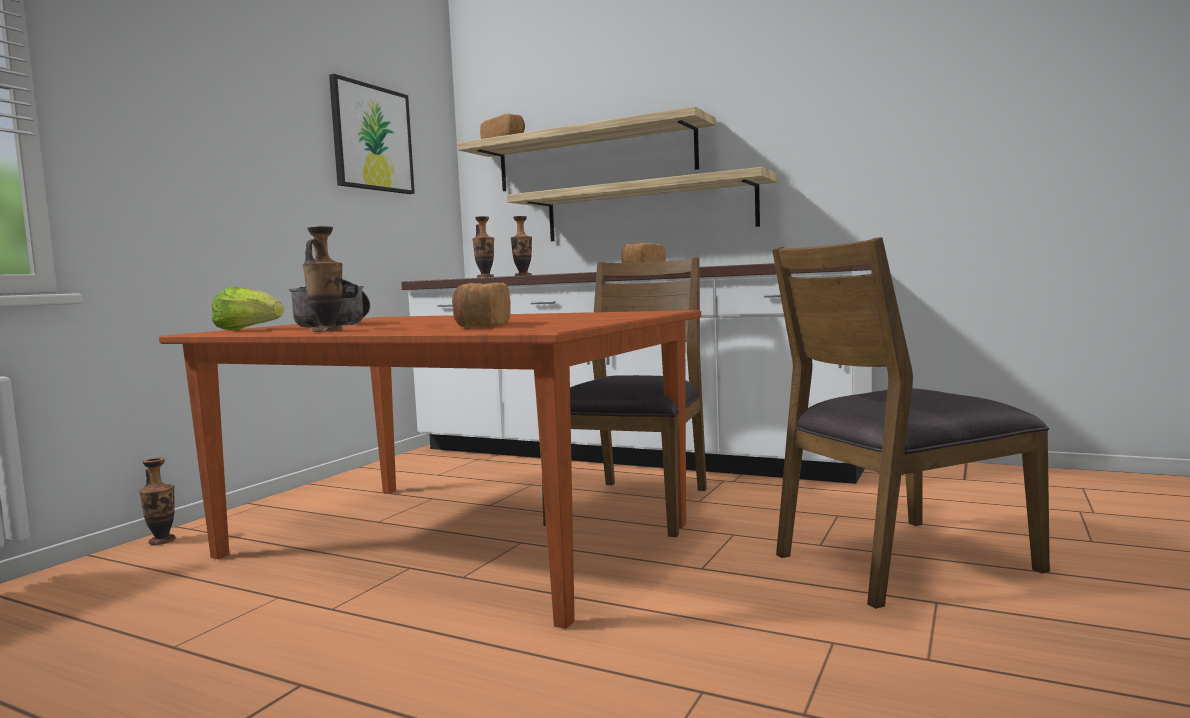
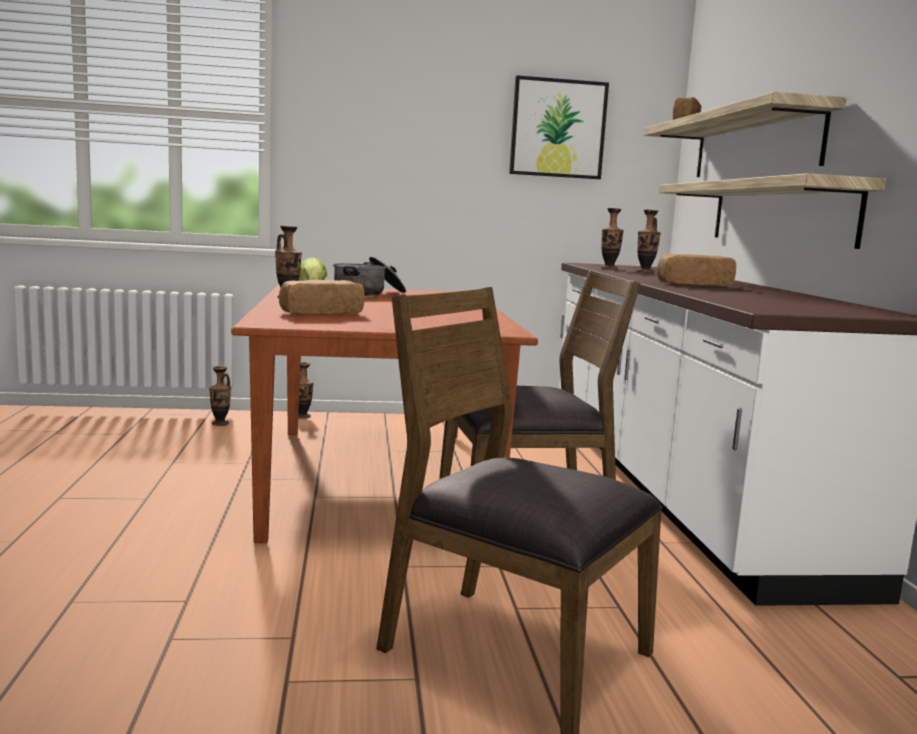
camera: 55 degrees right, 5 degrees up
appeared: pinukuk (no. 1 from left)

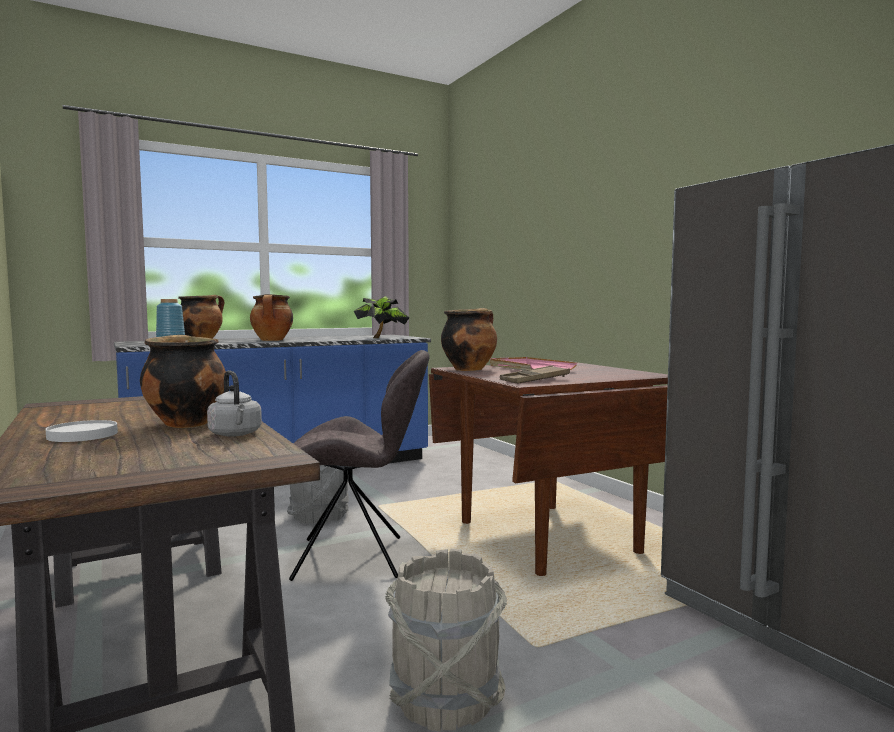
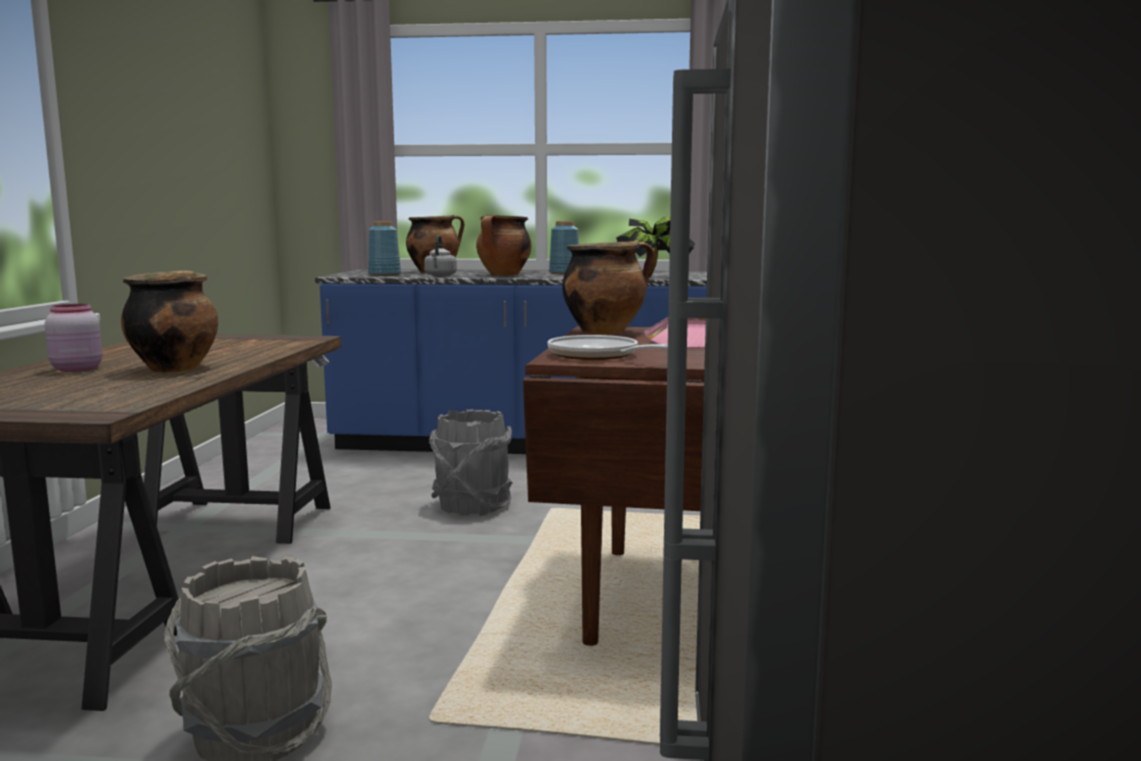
camera: 35 degrees right, 5 degrees up
missing: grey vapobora
appeared: blue pinukuk (no. 2 from left)
relocated: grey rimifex
exchanged: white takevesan to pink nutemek; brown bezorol to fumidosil

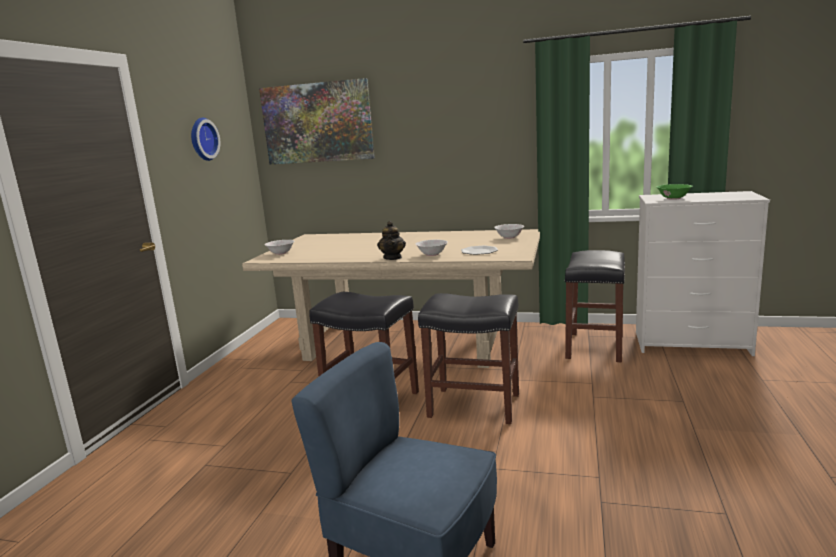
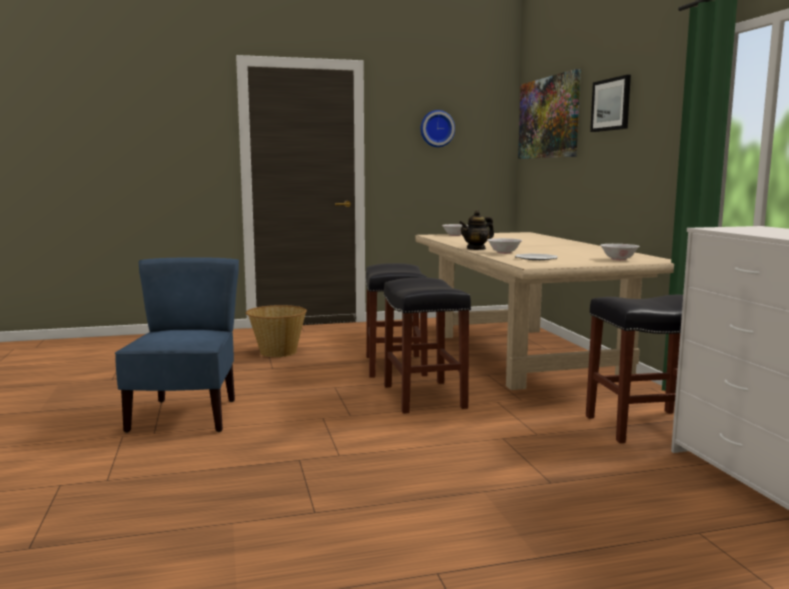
camera: 60 degrees right, 5 degrees down
missing: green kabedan
appeared: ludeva; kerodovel (no. 2 from left)

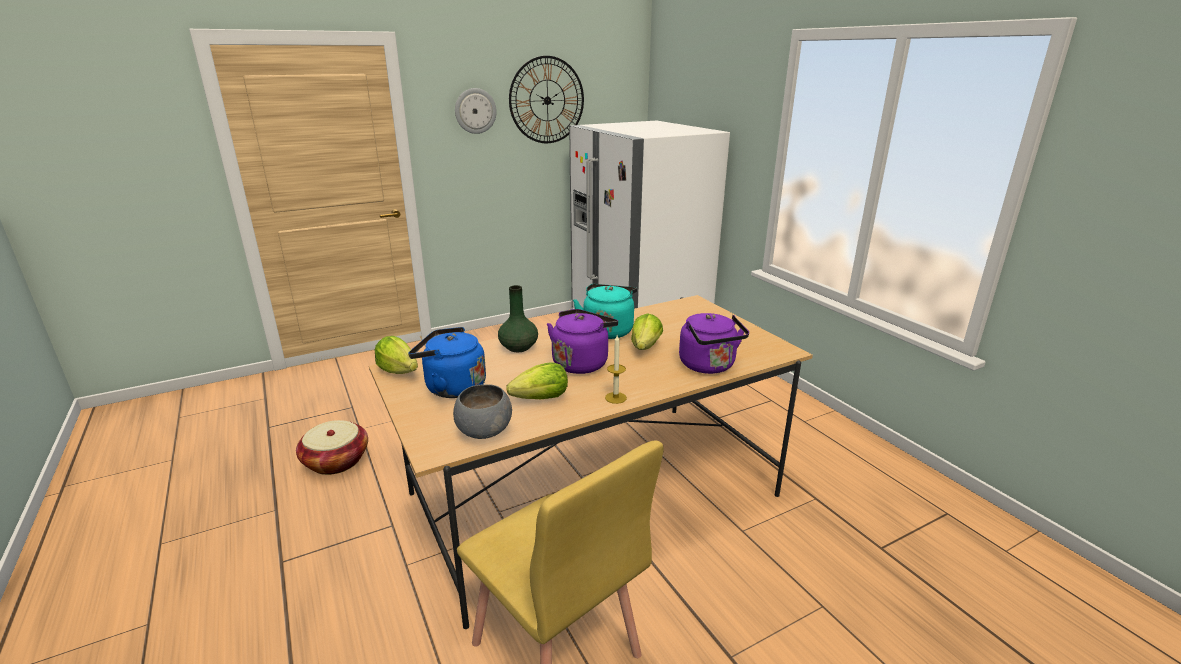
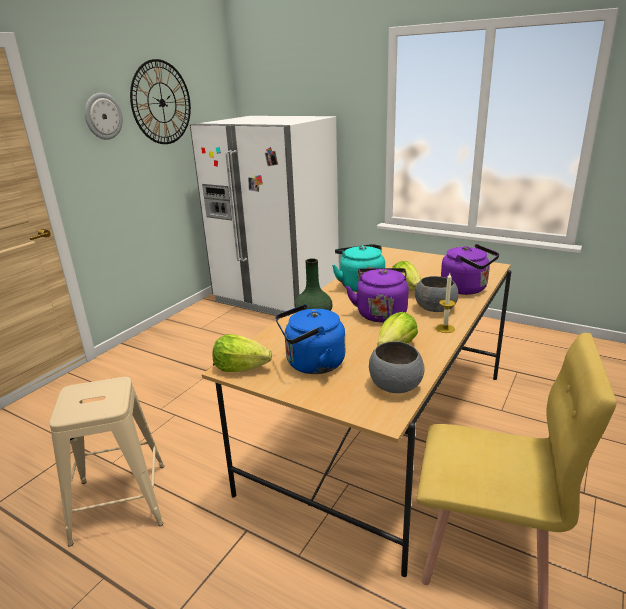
camera: 30 degrees left, 0 degrees up
appeared: grey kabedan (no. 2 from left)
exchanged: ludeva to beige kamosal

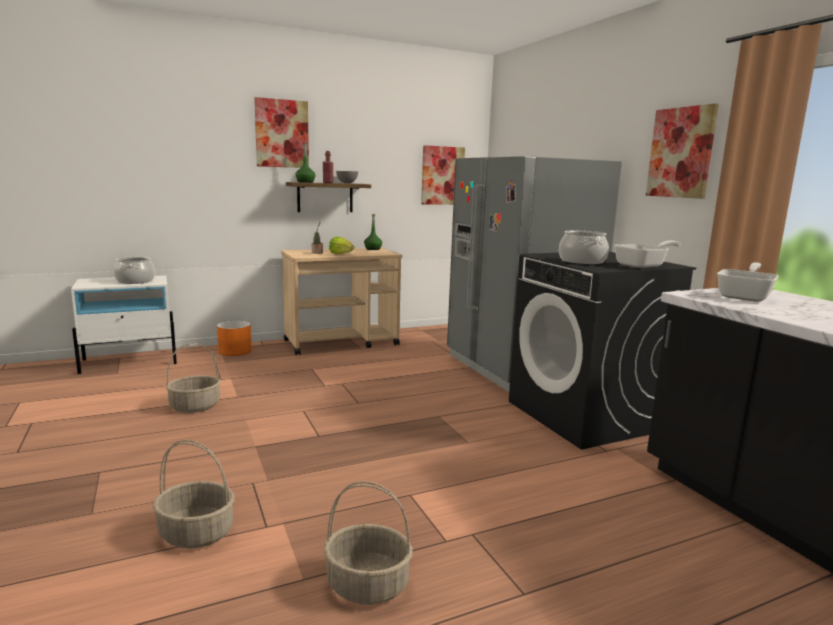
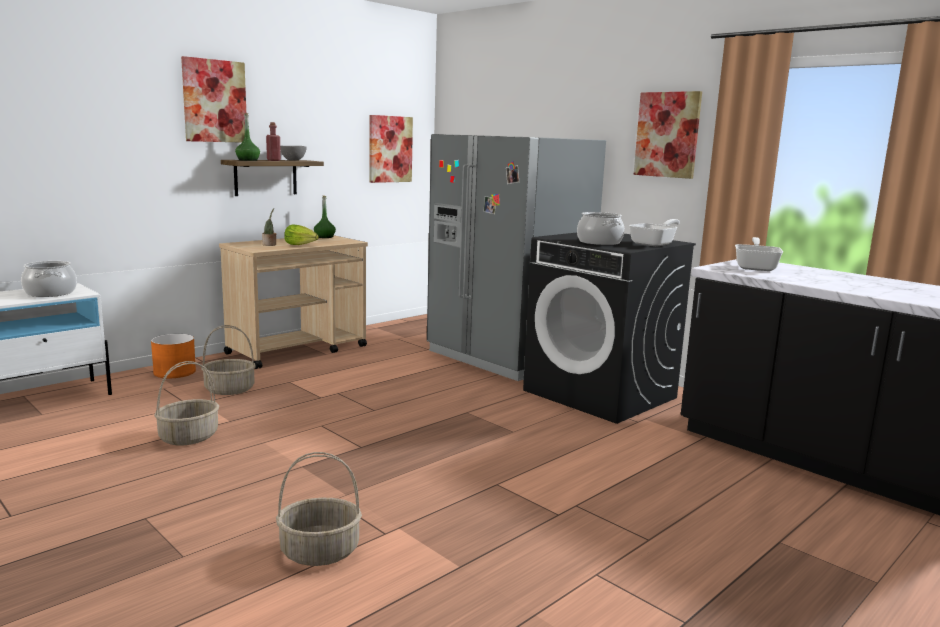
camera: 20 degrees left, 0 degrees up
relocated: ludeva (no. 3 from left in the first image) to ludeva (no. 2 from left)

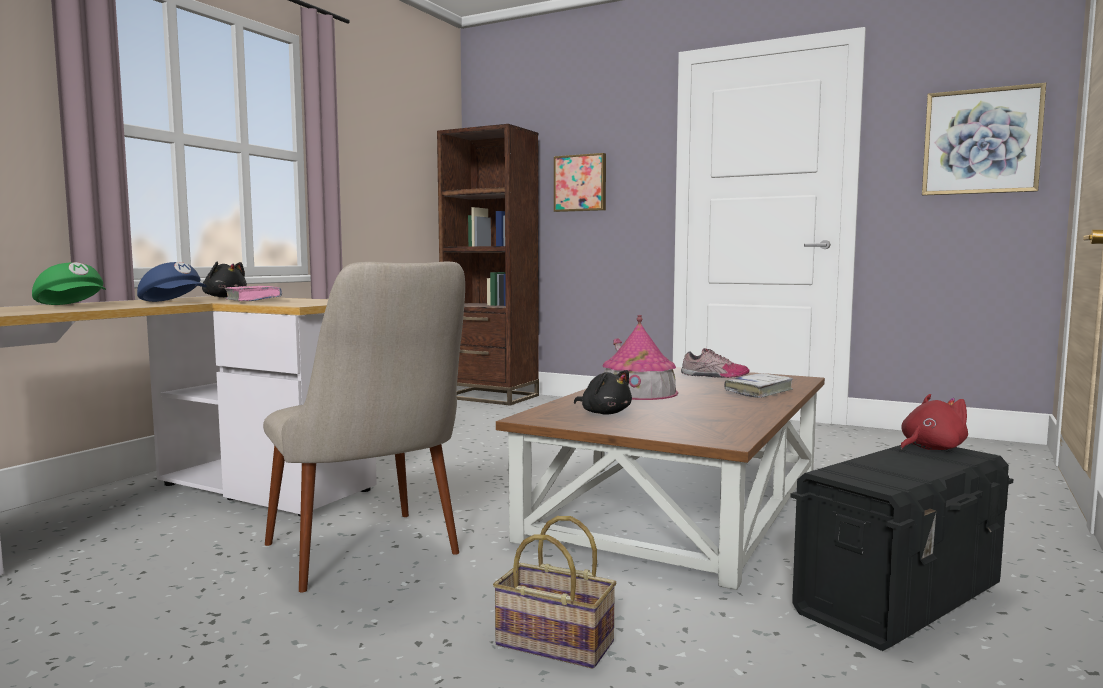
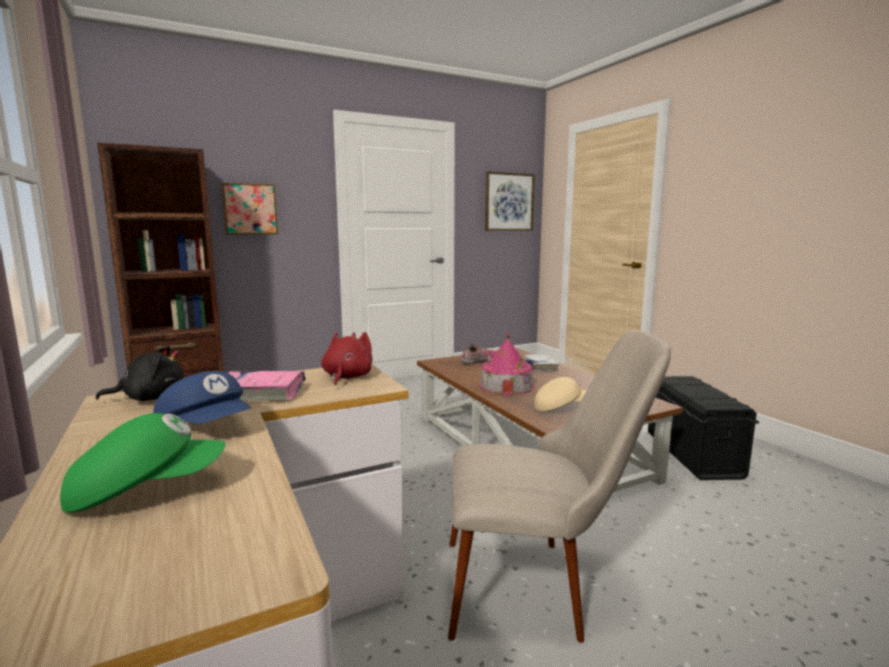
camera: 55 degrees left, 5 degrees up
missing: ludeva
relocated: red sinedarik
exchanged: black sinedarik (no. 2 from left) to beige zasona
spun: blue zasona 60 degrees clockwise

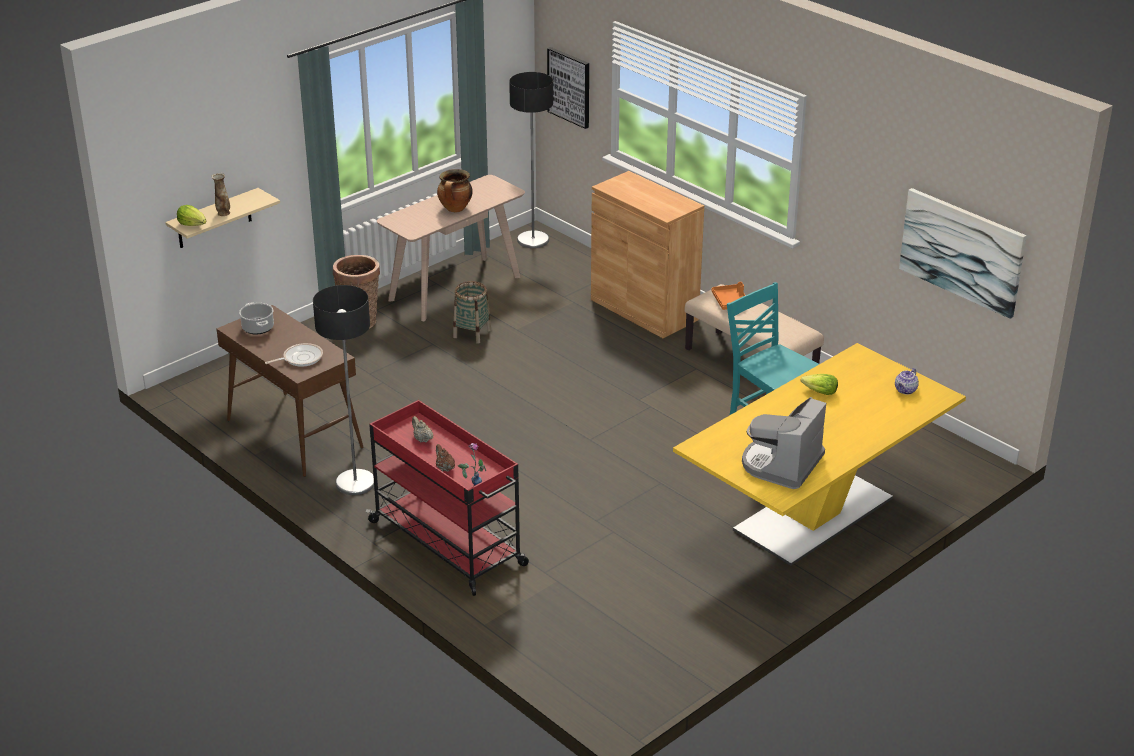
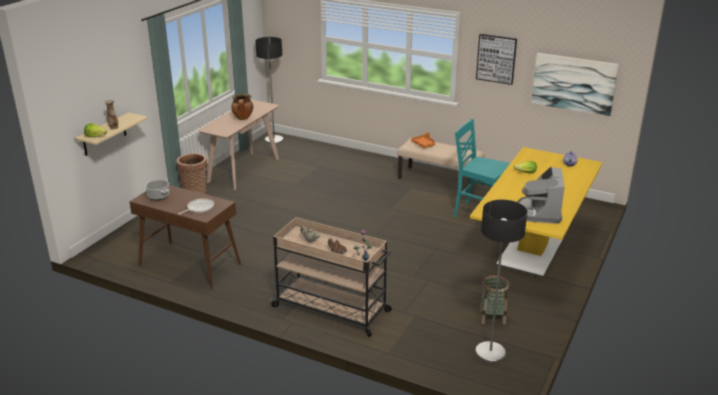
camera: 20 degrees left, 5 degrees down
missing: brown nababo
relocated: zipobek (no. 1 from left in the first image) to zipobek (no. 2 from left); kerodovel (no. 1 from left); ludeva (no. 2 from left)
colour: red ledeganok to beige ledeganok

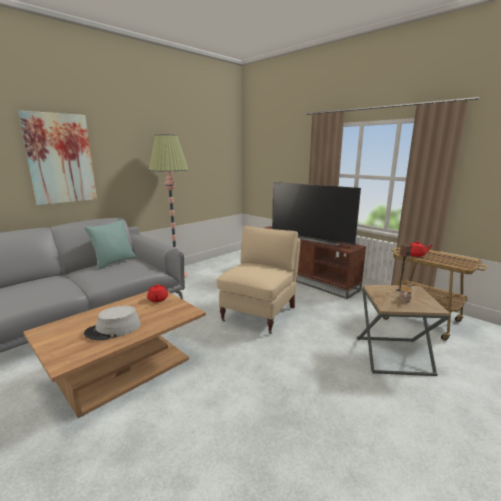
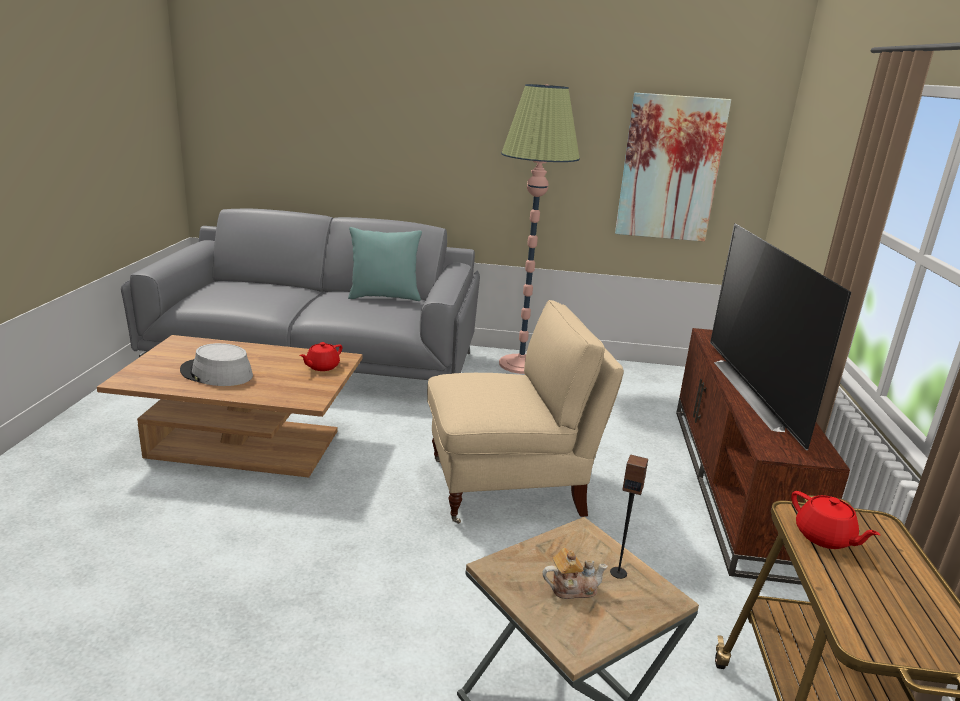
camera: 50 degrees right, 5 degrees up
relocated: kerodovel

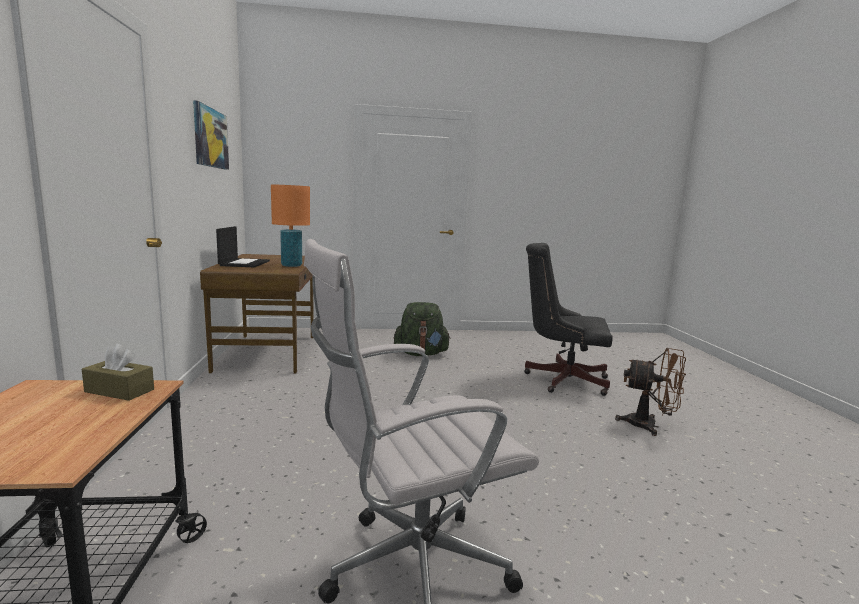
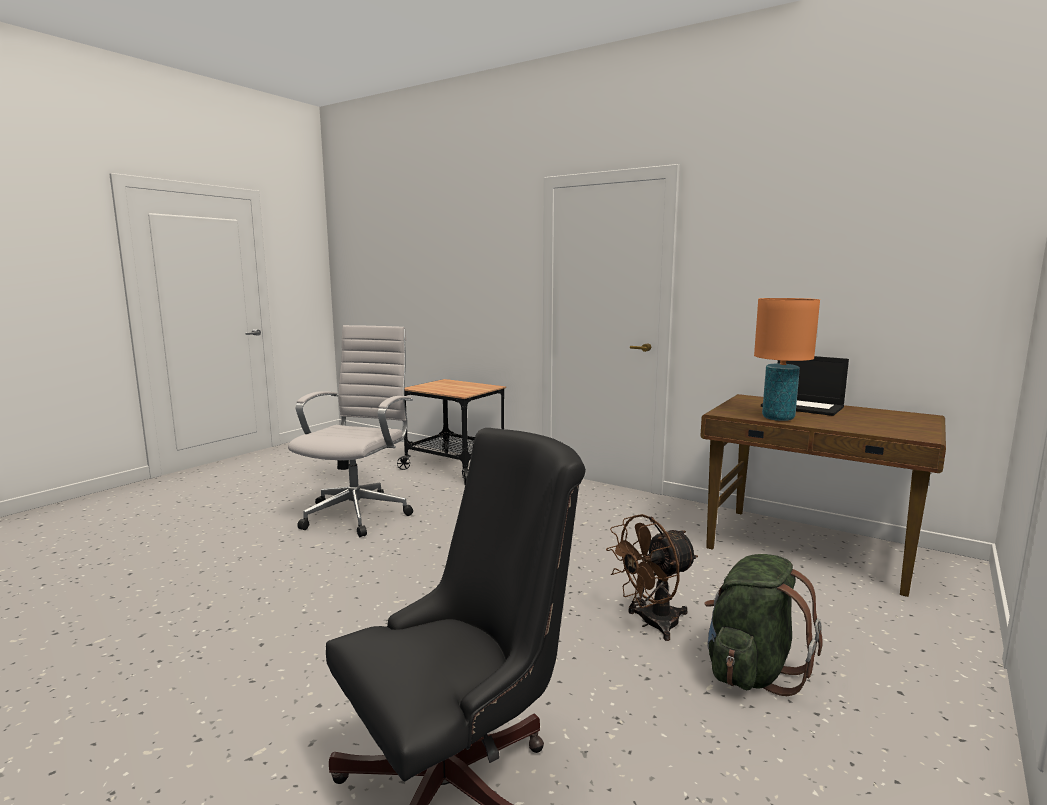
camera: 130 degrees right, 0 degrees up
missing: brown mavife; kerodovel
relocated: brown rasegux

